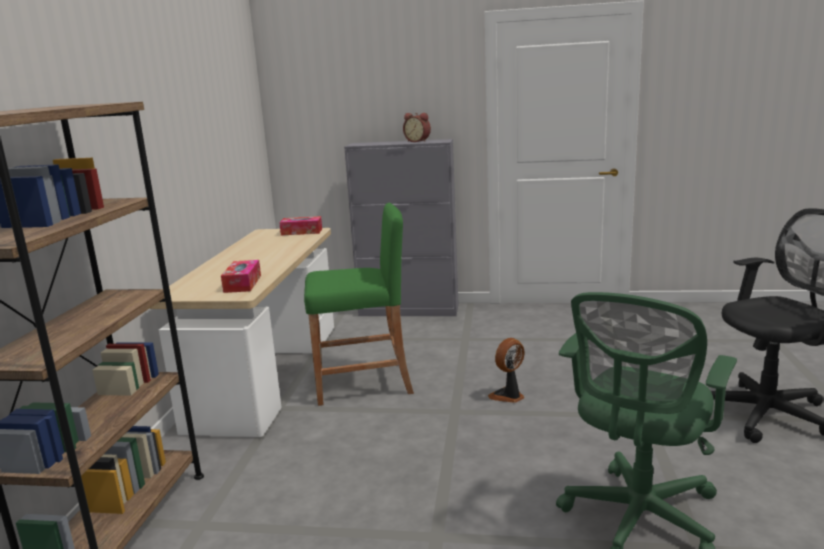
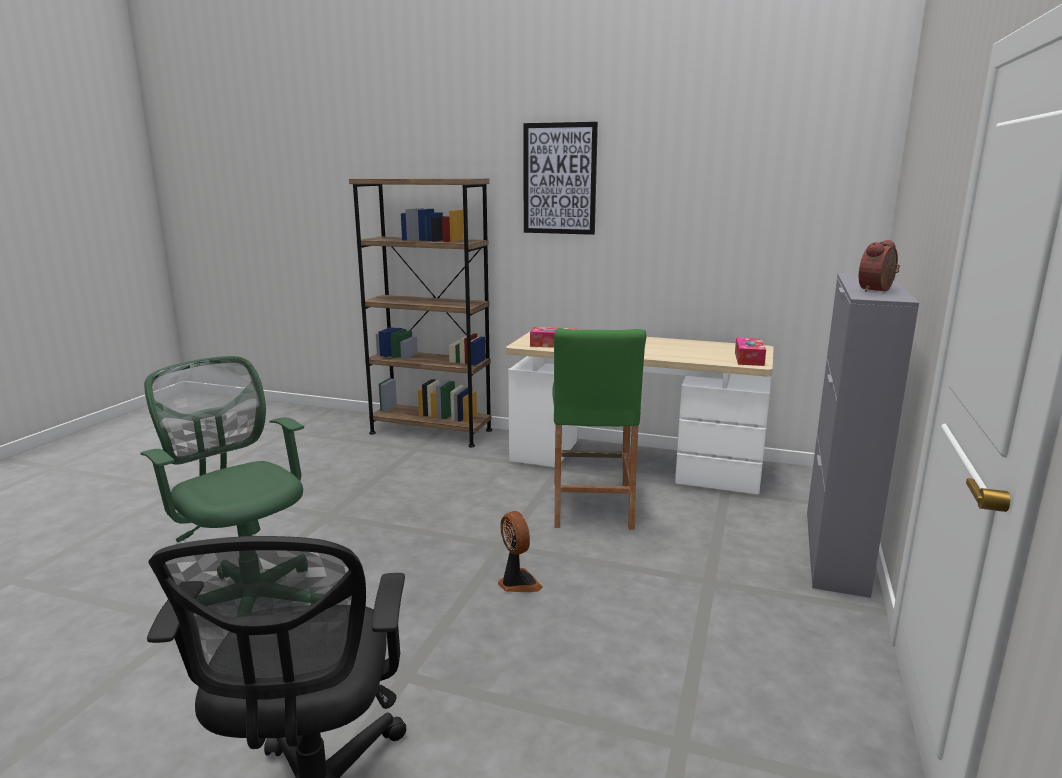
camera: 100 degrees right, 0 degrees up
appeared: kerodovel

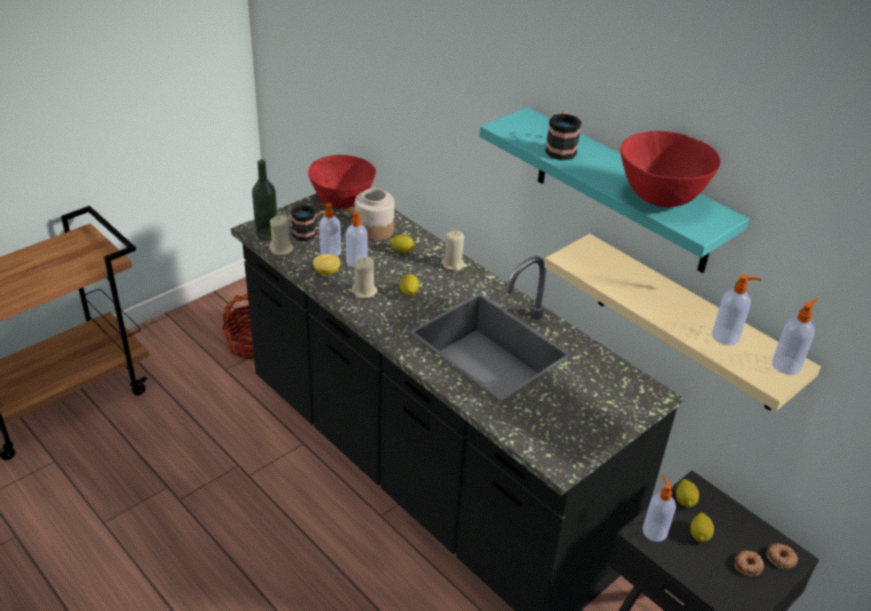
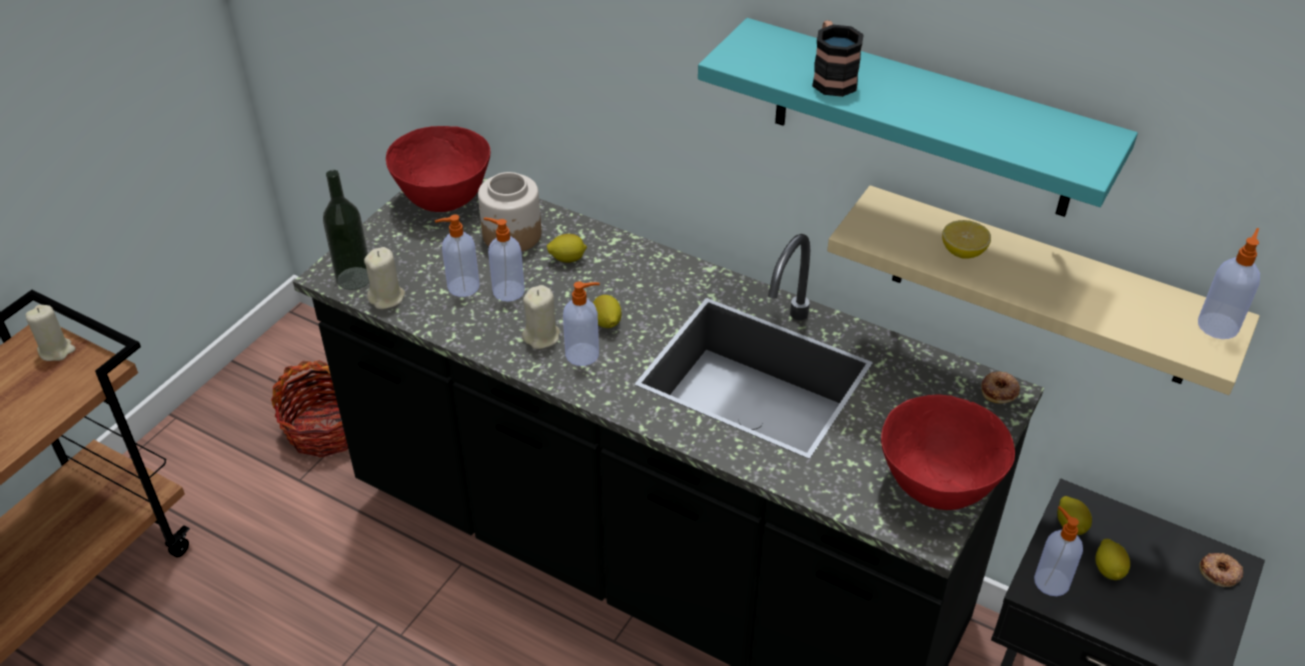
camera: 15 degrees left, 5 degrees up
missing: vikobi (no. 1 from left)
relocated: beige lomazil (no. 3 from left in the first image) to beige lomazil (no. 1 from left); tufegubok (no. 4 from left in the first image) to tufegubok (no. 3 from left); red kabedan (no. 2 from left); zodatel (no. 1 from left in the first image) to zodatel (no. 3 from left); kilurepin (no. 1 from left)

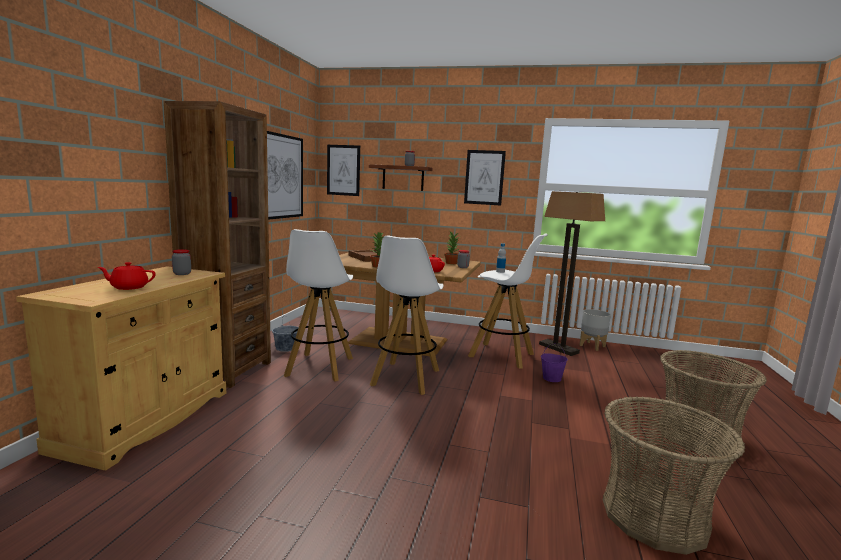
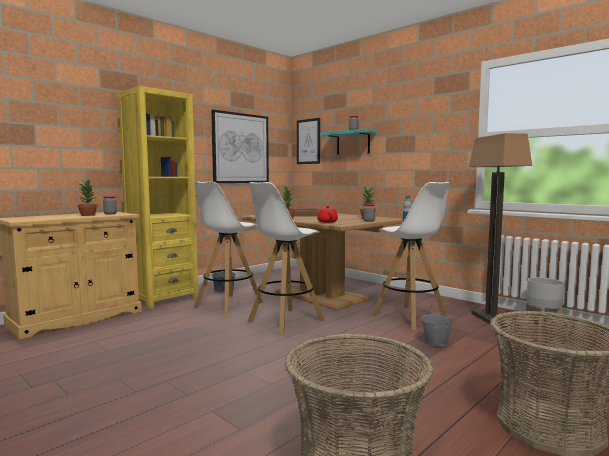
camera: 30 degrees right, 5 degrees down
missing: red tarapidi (no. 1 from left); kerodovel (no. 3 from left)
appeared: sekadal (no. 1 from left)
colour: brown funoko to yellow funoko; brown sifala to turquoise sifala; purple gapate to grey gapate (no. 2 from left)

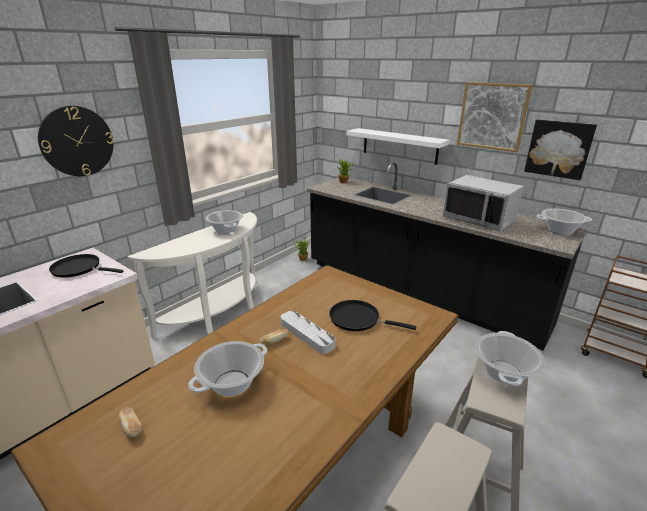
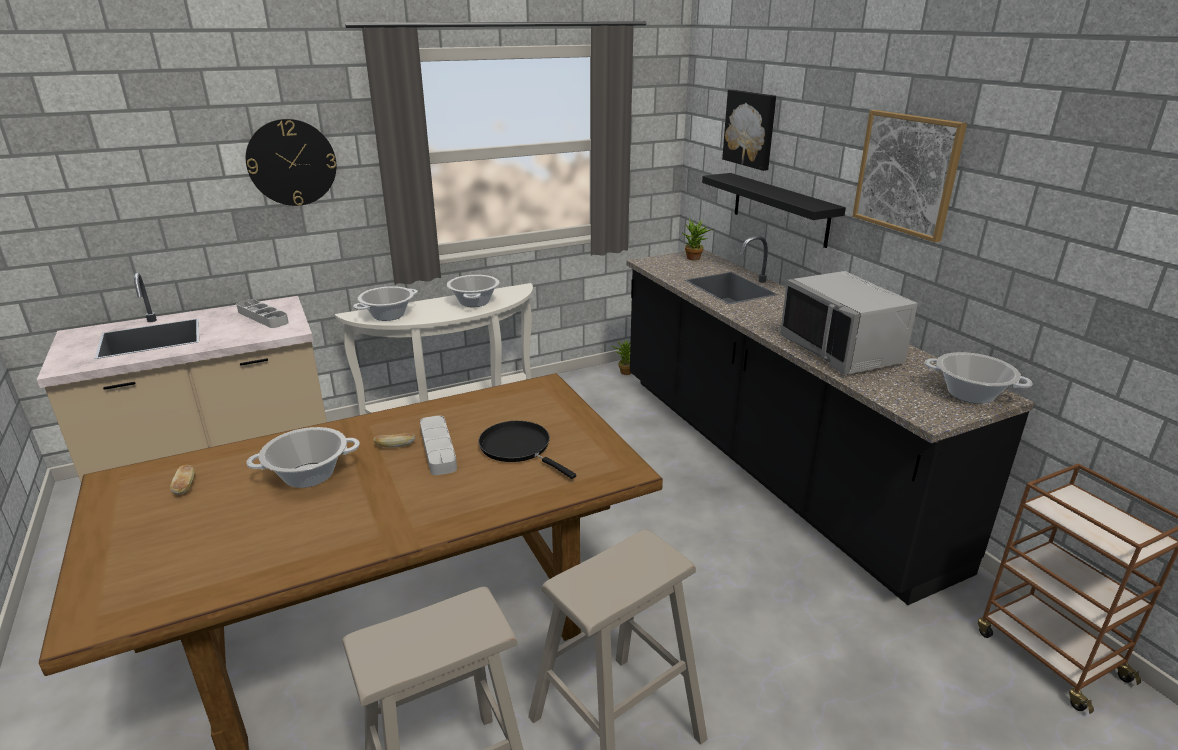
camera: 25 degrees right, 0 degrees up
relocated: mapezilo (no. 3 from left in the first image) to mapezilo (no. 2 from left); kerodovel (no. 2 from left in the first image) to kerodovel (no. 1 from left)
exchanged: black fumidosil (no. 1 from left) to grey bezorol (no. 1 from left)
colour: white sifala to black sifala

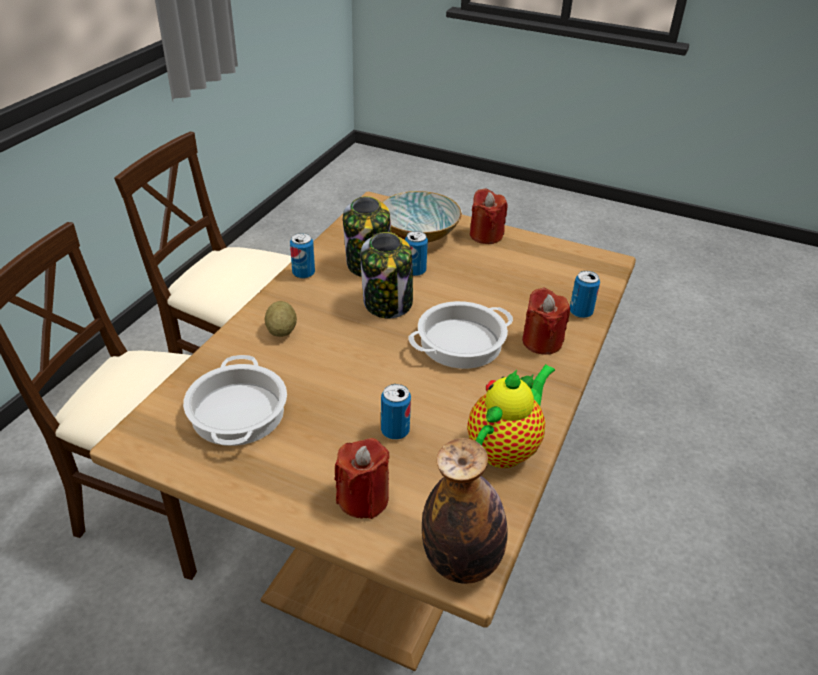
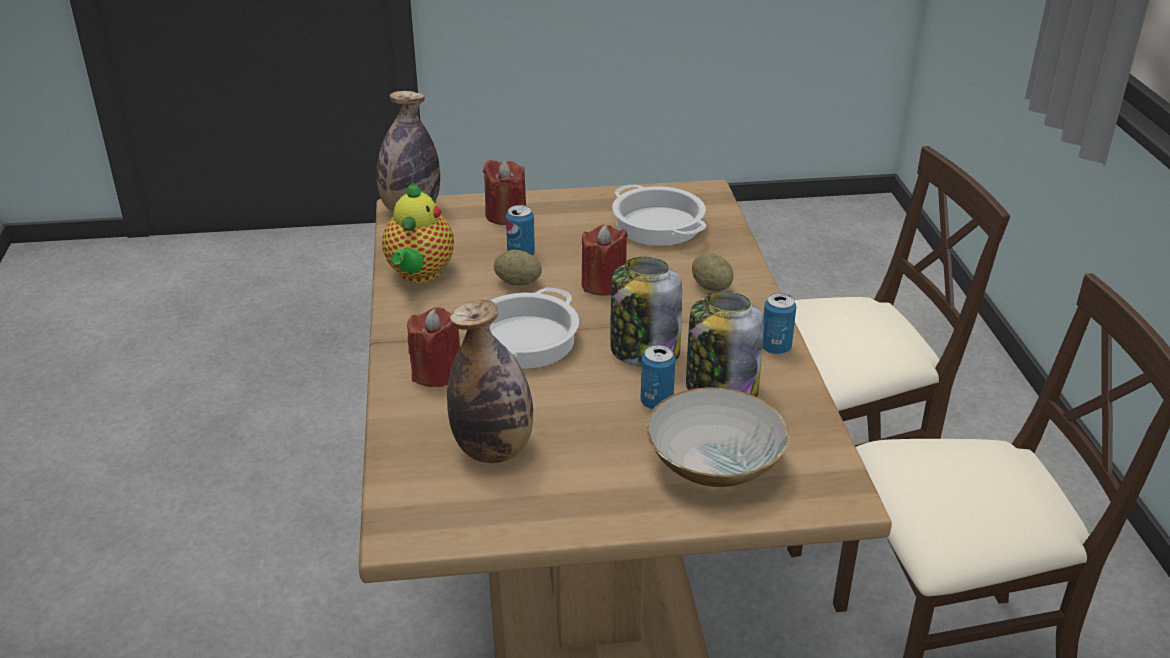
camera: 150 degrees right, 5 degrees down
missing: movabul (no. 4 from left)
appeared: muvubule (no. 2 from left); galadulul (no. 1 from left)
relocated: red lomazil (no. 2 from left in the first image) to red lomazil (no. 3 from left)

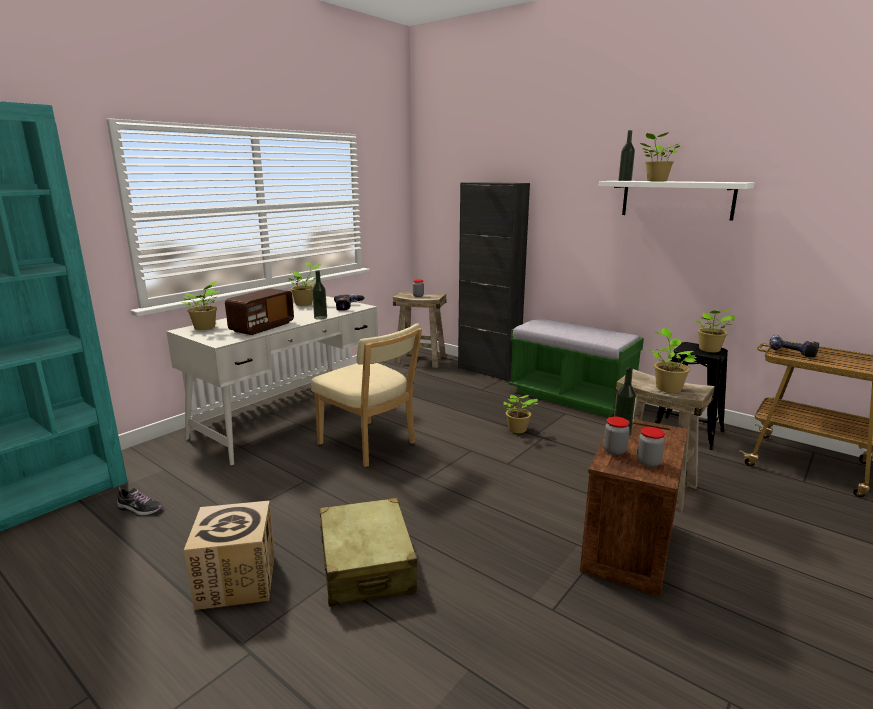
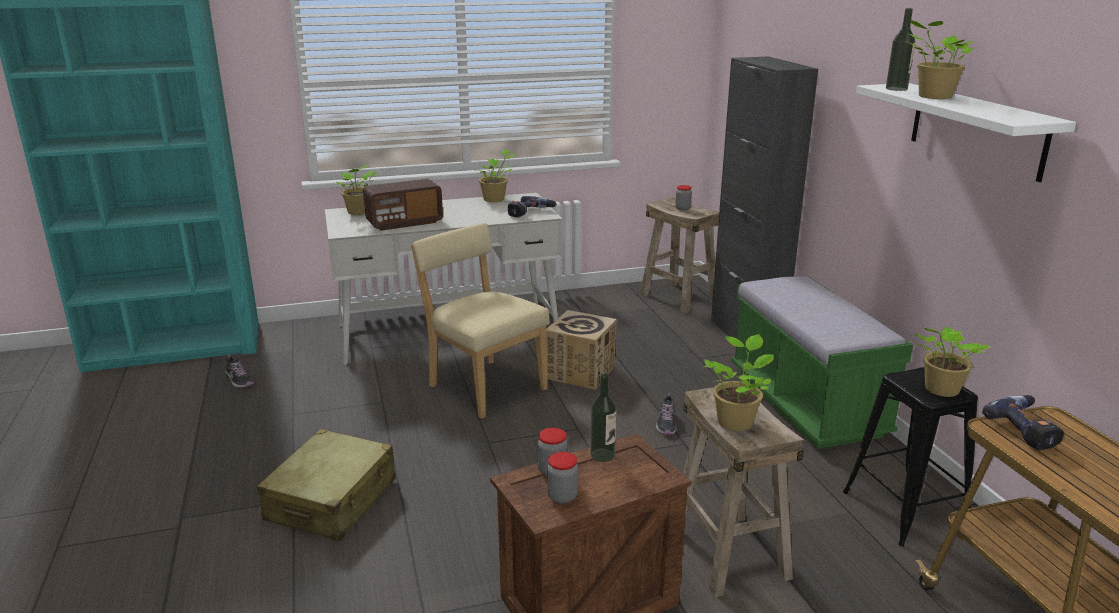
camera: 35 degrees right, 5 degrees up
missing: muvubule (no. 1 from left)
relocated: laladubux
exchanged: sekadal (no. 3 from left) to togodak (no. 2 from left)
spun: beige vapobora 150 degrees clockwise

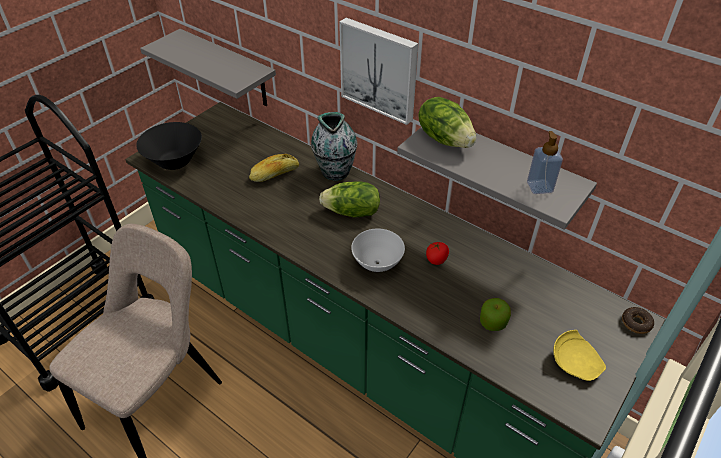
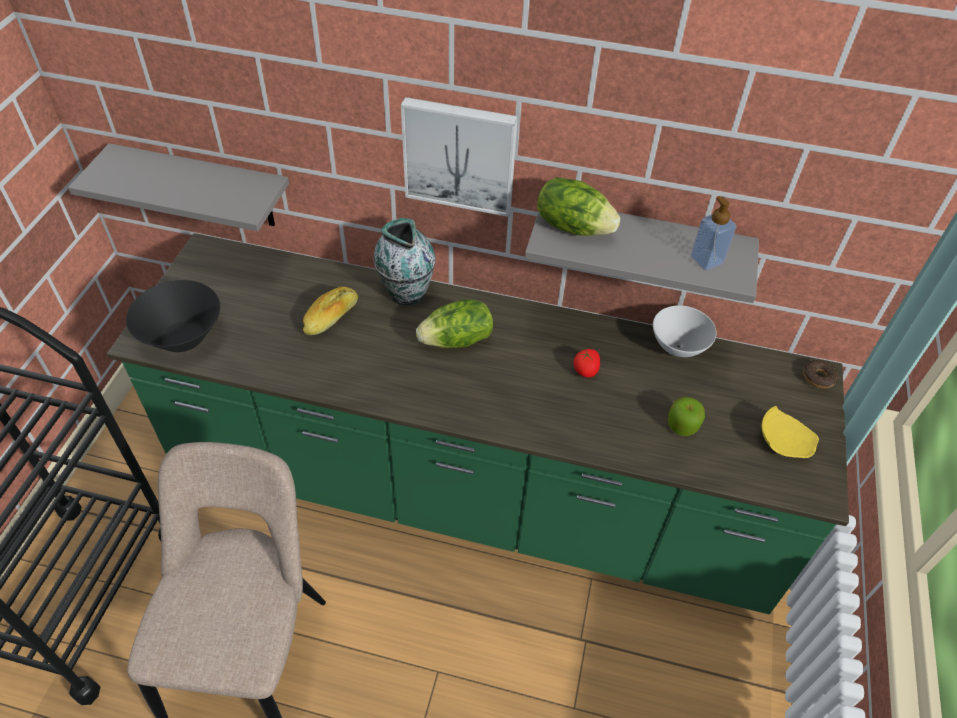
camera: 25 degrees left, 5 degrees up
relocated: white kabedan

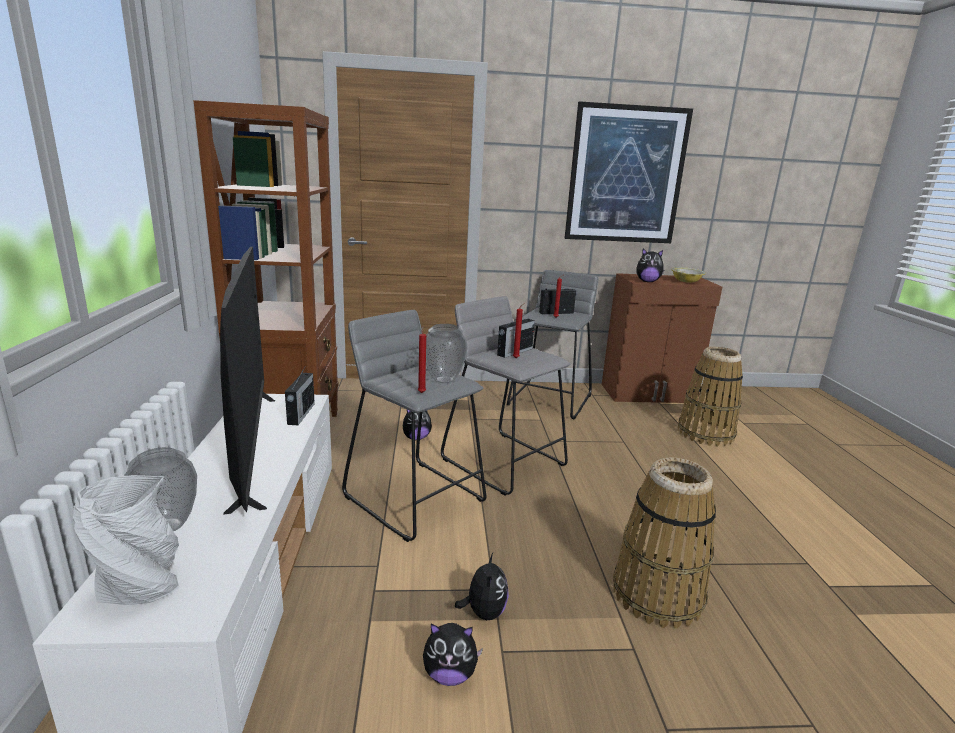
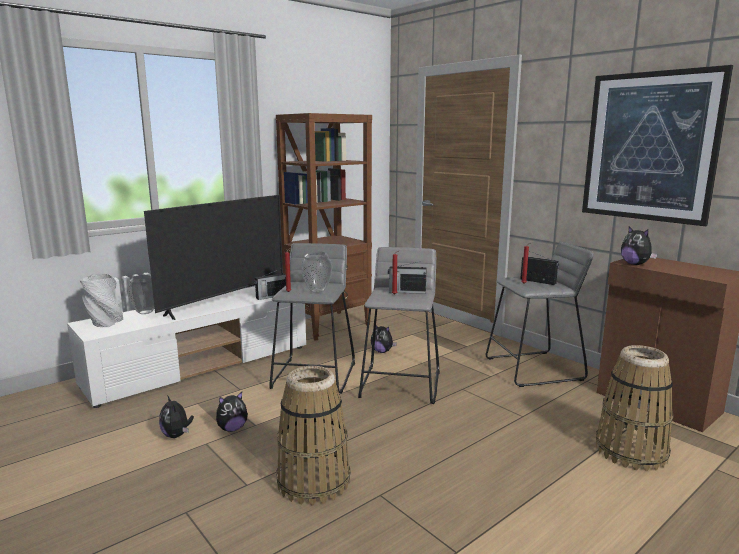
camera: 55 degrees right, 5 degrees down
missing: kabedan

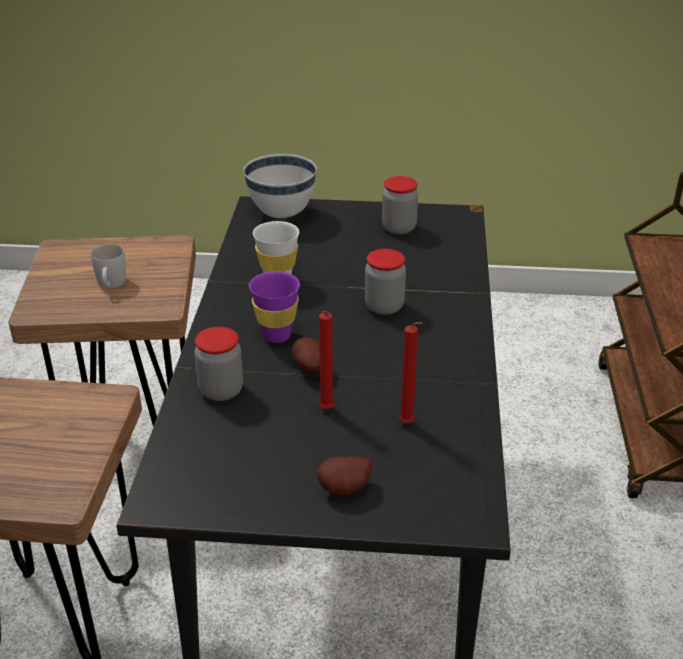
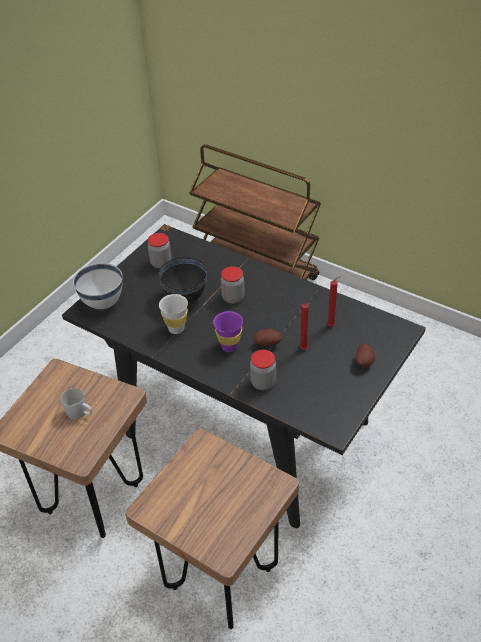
camera: 60 degrees left, 10 degrees up
appeared: black kabedan

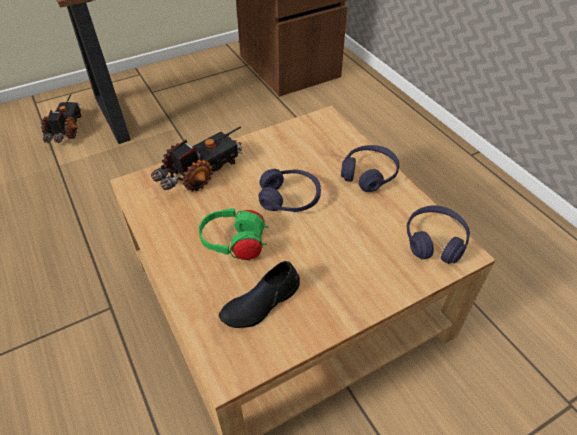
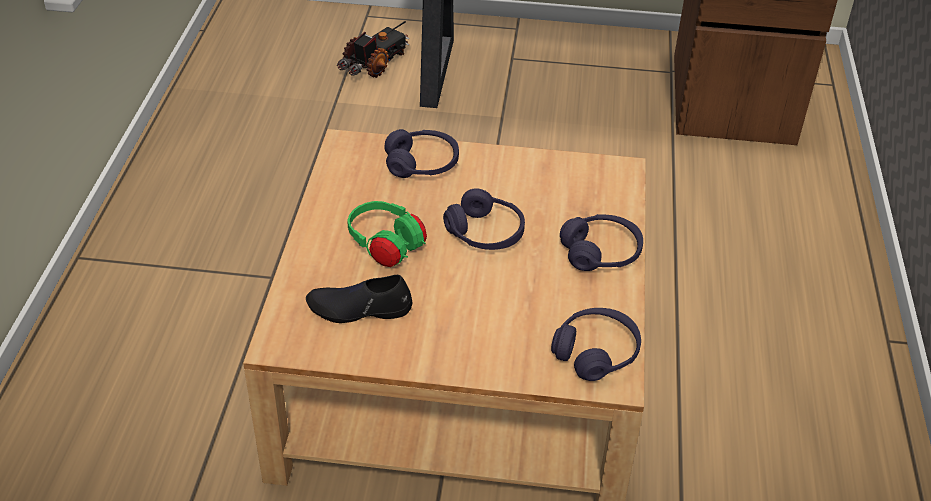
camera: 35 degrees right, 5 degrees down
exchanged: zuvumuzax (no. 2 from left) to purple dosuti (no. 1 from left)

